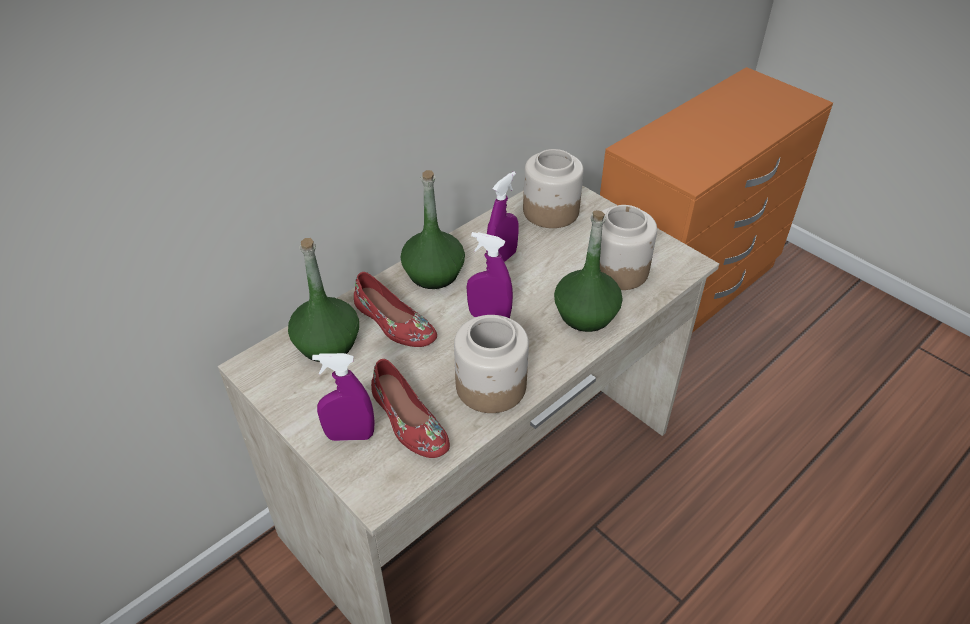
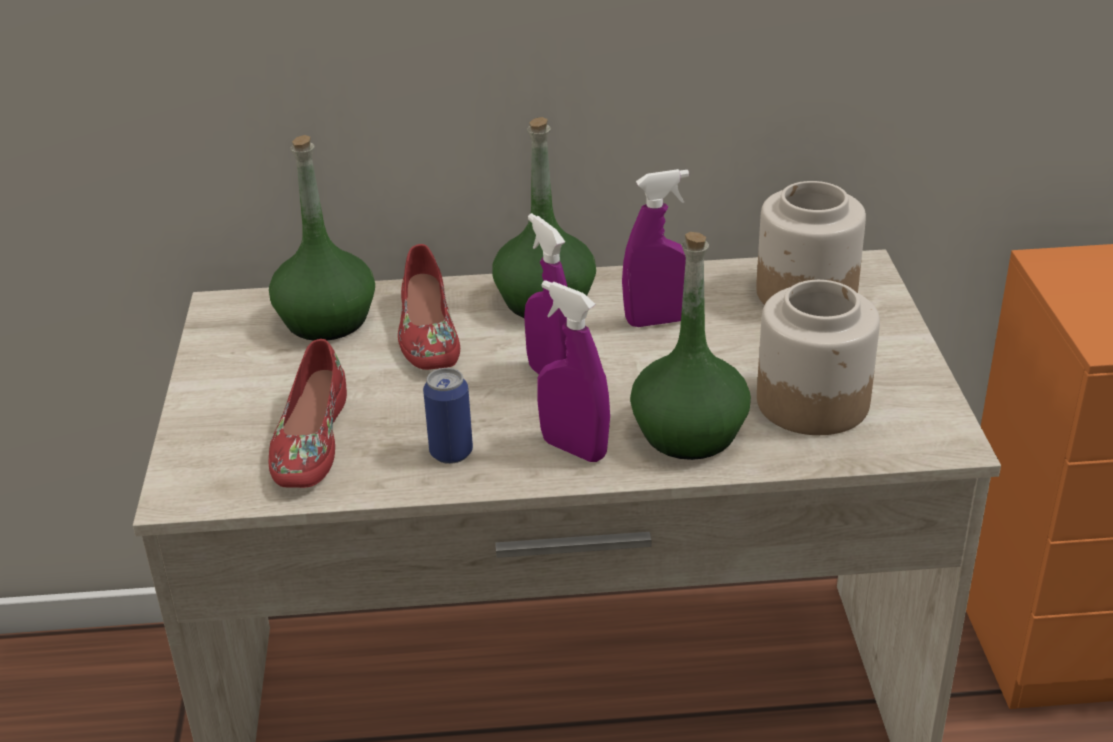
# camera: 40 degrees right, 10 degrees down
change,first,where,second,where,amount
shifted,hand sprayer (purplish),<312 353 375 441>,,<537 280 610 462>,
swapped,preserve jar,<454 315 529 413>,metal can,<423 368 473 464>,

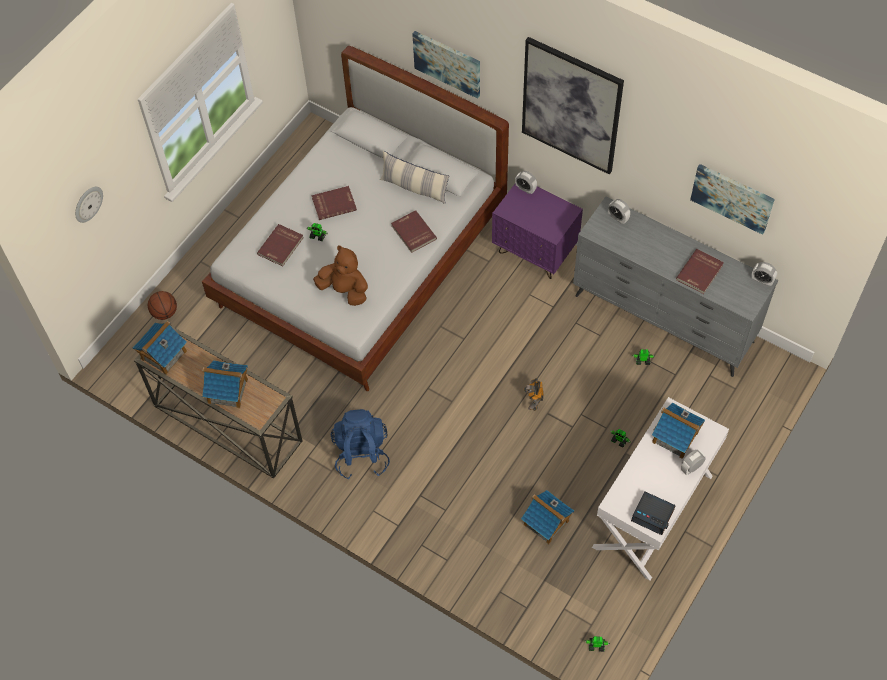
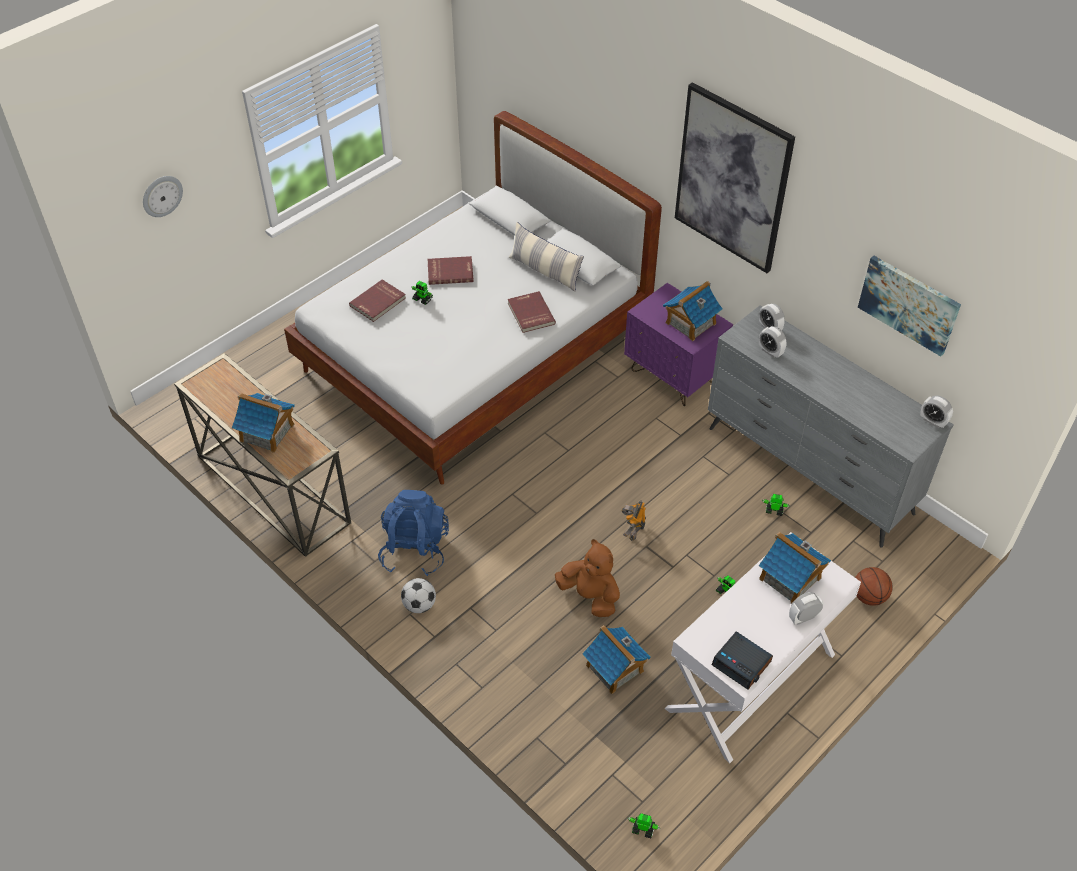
# camera: 10 degrees right, 10 degrees down
change,first,where,second,where,amount
shifted,miniature house,<132 321 187 375>,,<663 281 722 341>,
shifted,ball for basketball,<148 291 177 320>,,<855 567 893 606>,
shifted,soft toy (brown),<313 246 368 306>,,<555 539 620 617>,
gone,picture,<412 31 480 99>,,,
shifted,table clock,<515 171 537 194>,,<759 326 787 358>,
gone,bound book (reddish),<676 249 724 294>,,,
new,,,football,<401 578 436 613>,

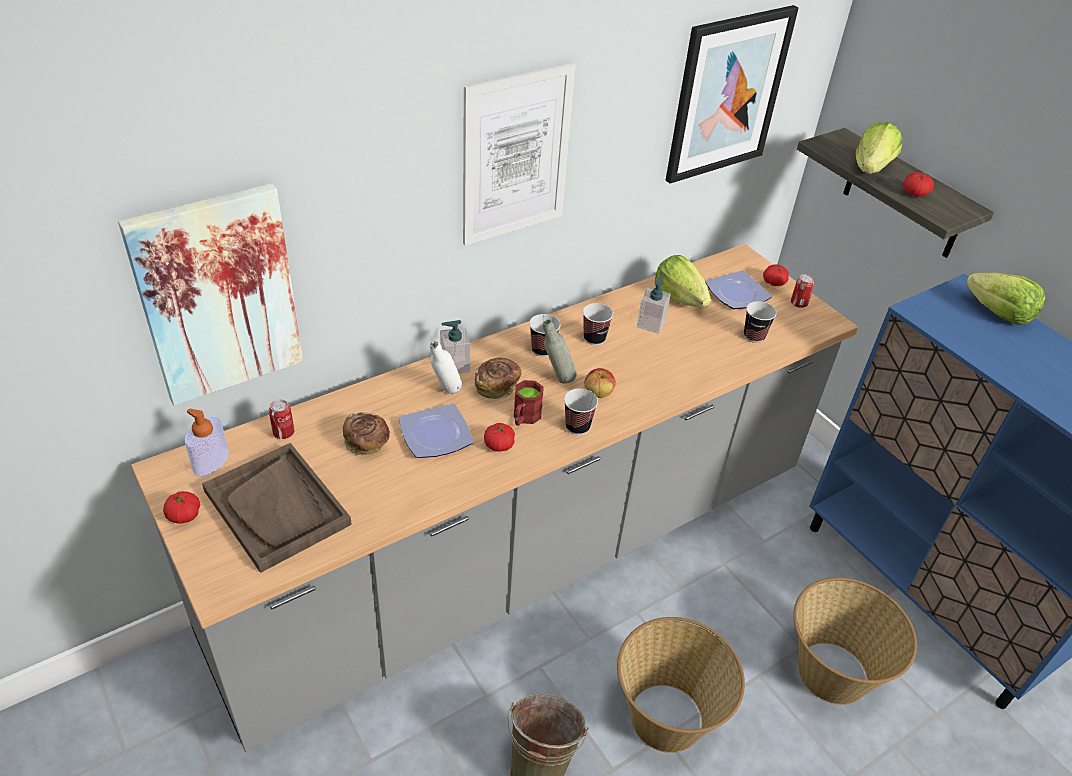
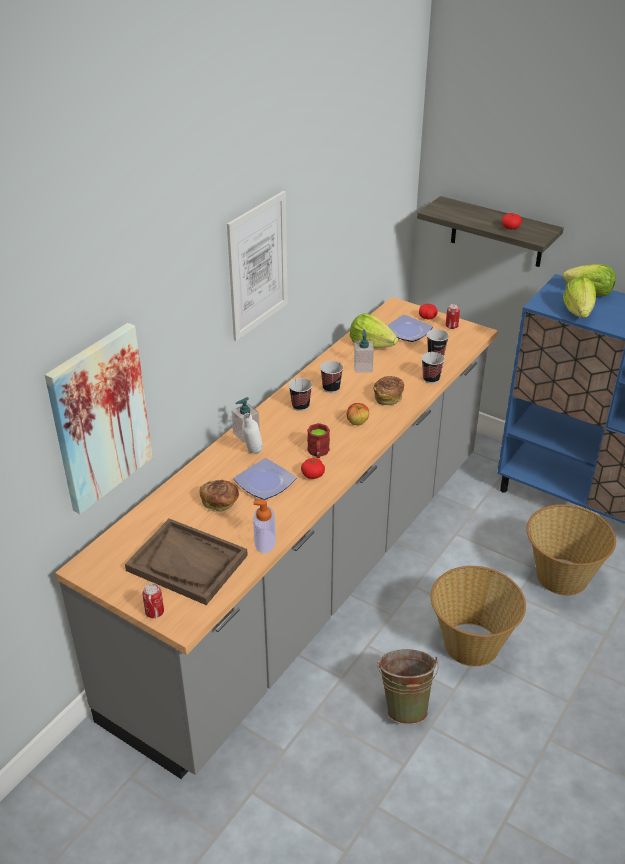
# camera: 20 degrees left, 5 degrees down
change,first,where,second,where,amount
gone,fresh tomato,<163 491 200 524>,,,
shifted,soap dispenser,<185 408 229 477>,,<253 500 276 554>,
shifted,metal can,<269 399 295 439>,,<142 583 164 618>,
shifted,baked bread,<475 358 522 399>,,<373 376 404 405>,
gone,bottle (grey),<543 320 577 384>,,,
shifted,drinking cup,<564 388 598 435>,,<422 352 445 384>,
gone,picture,<666 5 799 183>,,,
shifted,head of lettuce,<856 122 903 174>,,<563 276 596 318>,

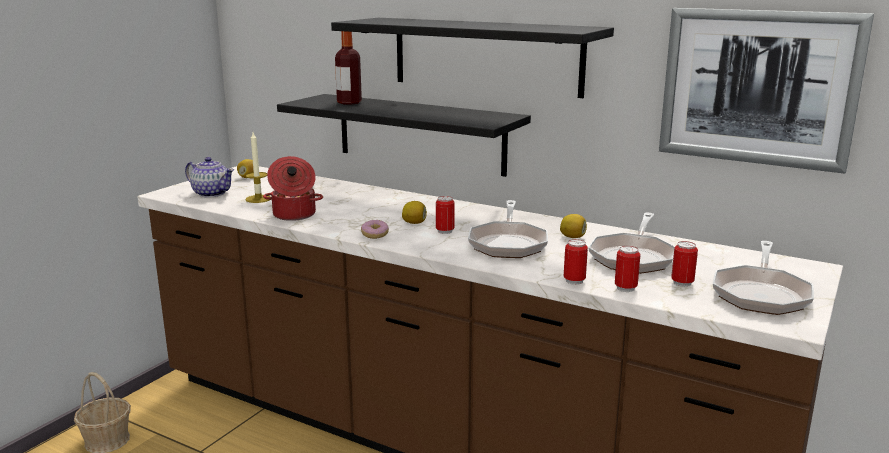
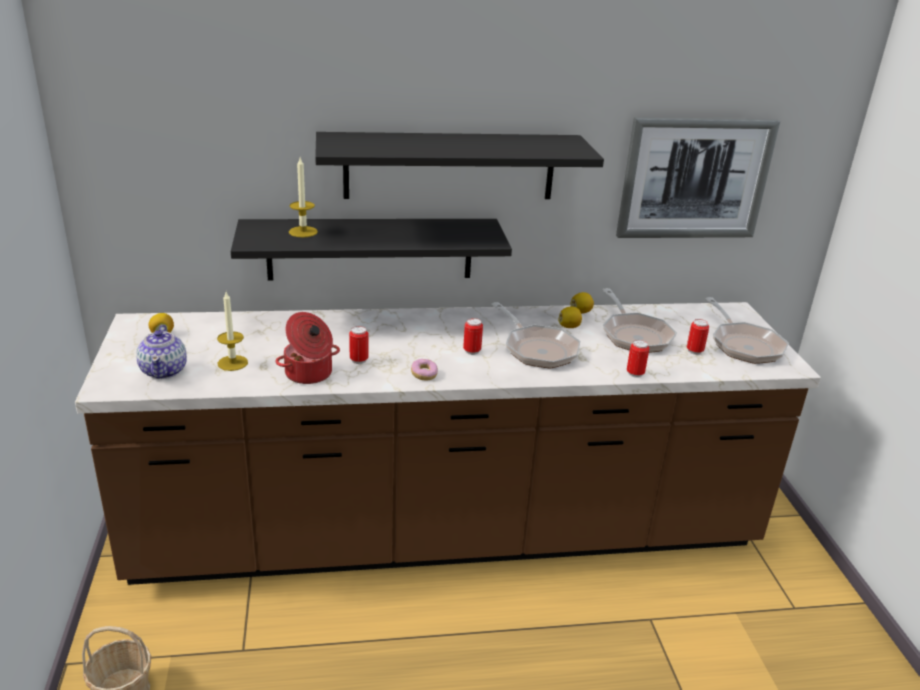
# camera: 40 degrees left, 10 degrees up
change,first,where,second,where,amount
rotated,tea pot,<185 157 234 197>,,<136 325 187 379>,90 degrees clockwise
swapped,bottle,<335 31 362 105>,candle,<289 158 318 237>,
shifted,lemon,<402 201 427 224>,,<571 292 594 314>,
shifted,metal can,<615 246 640 292>,,<349 326 369 364>,

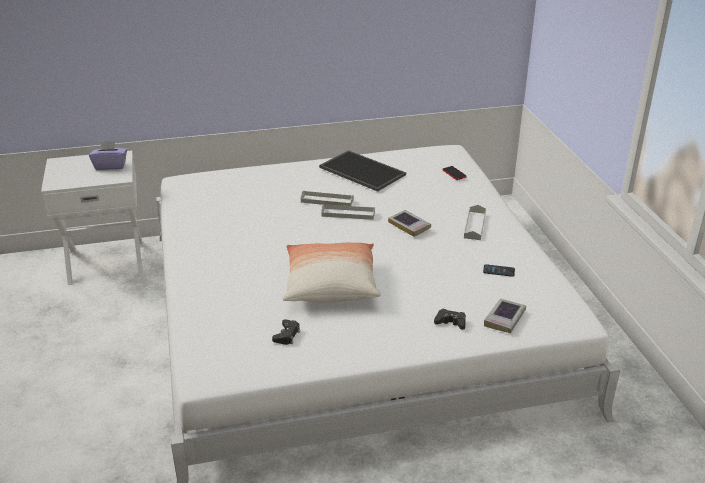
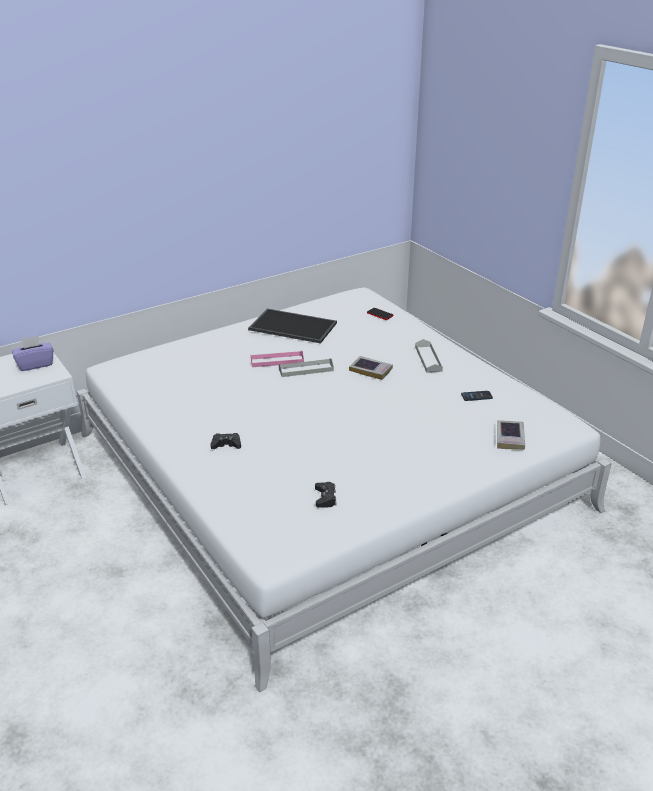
# camera: 20 degrees left, 0 degrees up
change,first,where,second,where,amount
gone,cushion,<283 243 381 302>,,,
repainted,serving tray (grey),<301 190 354 206>,serving tray (pinkish),<251 351 304 367>,
shifted,gamepad (black-coloured),<434 308 466 330>,,<210 433 241 449>,

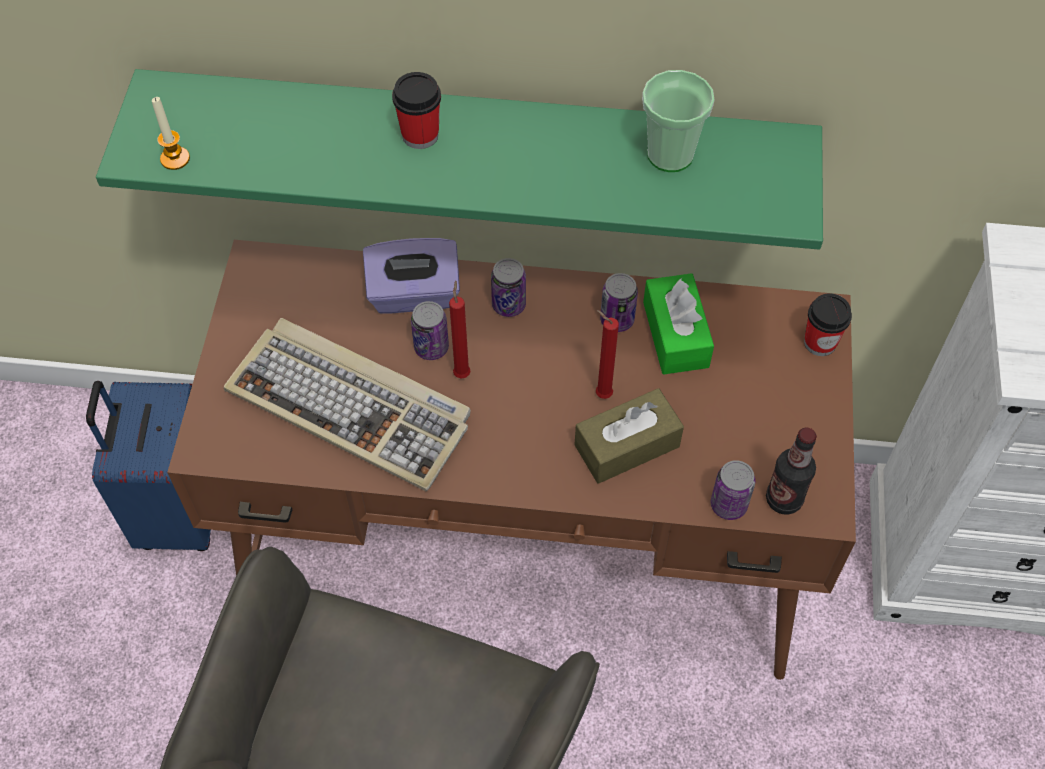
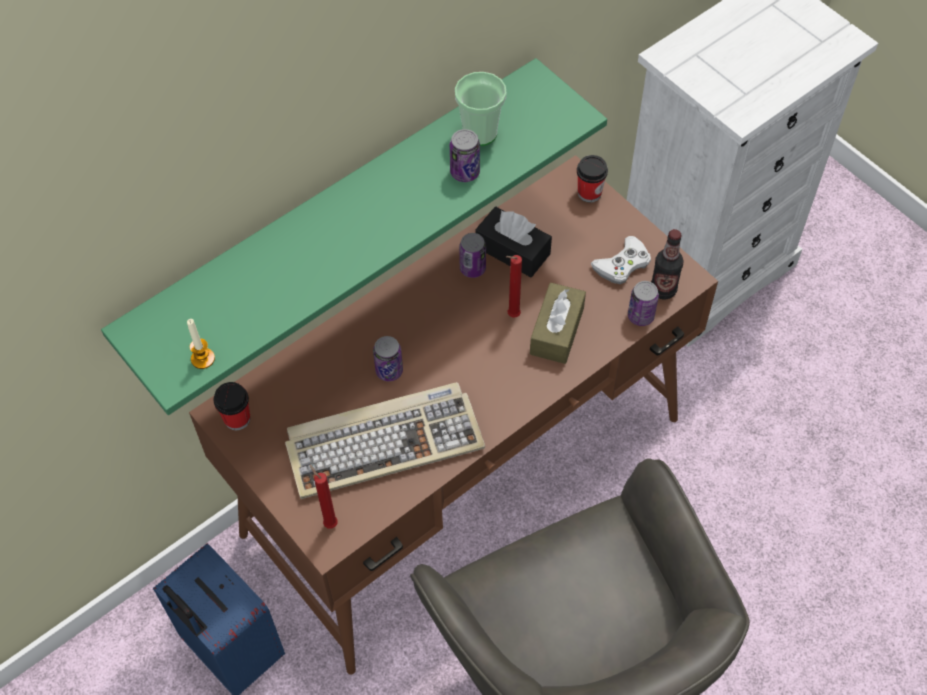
# camera: 45 degrees left, 0 degrees up
change,first,where,second,where,amount
gone,box of tissues (purplish),<363 238 460 313>,,,
shifted,drinking cup,<392 72 441 149>,,<213 382 250 430>,
shifted,candle (reddish),<449 281 471 378>,,<310 465 338 529>,
shifted,metal can,<491 258 526 317>,,<450 129 480 182>,
repainted,box of tissues (green-coloured),<643 273 714 375>,box of tissues (black-coloured),<475 207 552 277>,
new,,,gamepad (whitish),<591 236 651 284>,

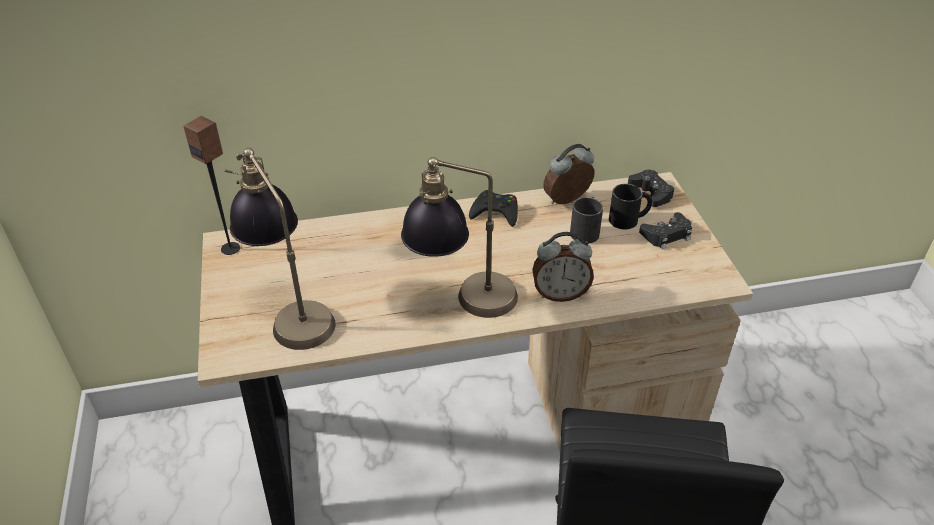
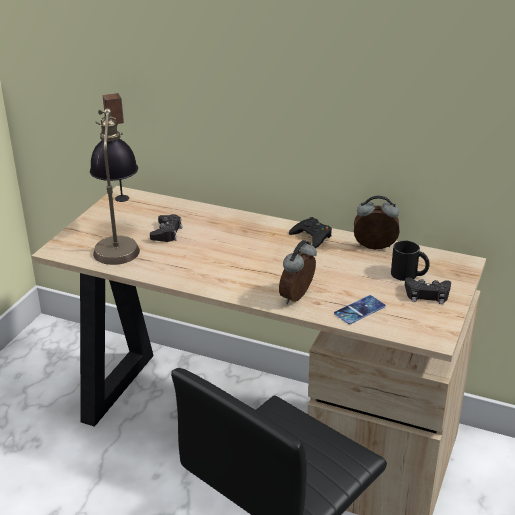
# camera: 35 degrees right, 10 degrees down
change,first,where,second,where,amount
gone,lamp for a table,<401 157 518 318>,,,
rotated,table clock,<532 232 594 302>,,<279 240 317 304>,90 degrees clockwise
gone,tea mug (black-coloured),<570 197 603 244>,,,
shifted,gamepad (black-coloured),<628 170 674 207>,,<150 214 182 242>,
new,,,handset,<334 295 386 324>,

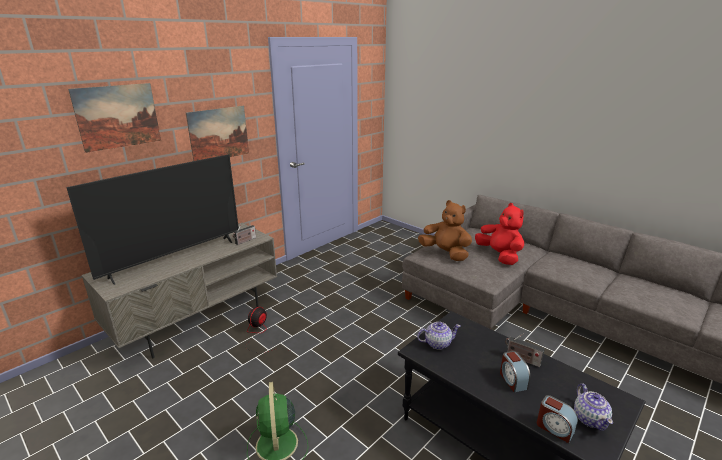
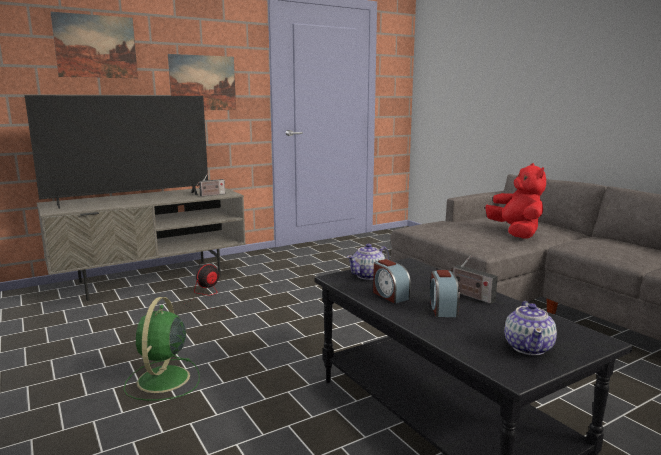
# camera: 15 degrees right, 10 degrees down
change,first,where,second,where,amount
rotated,tea pot,<417 322 460 350>,,<347 243 389 280>,135 degrees clockwise
gone,soft toy (brown),<418 200 472 261>,,,
shifted,table clock,<537 395 578 443>,,<373 259 411 304>,

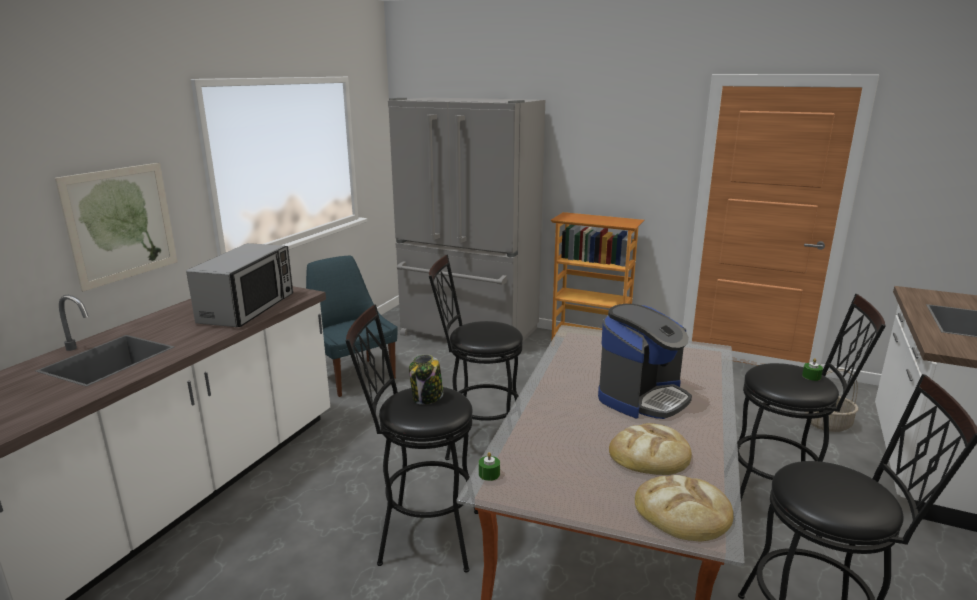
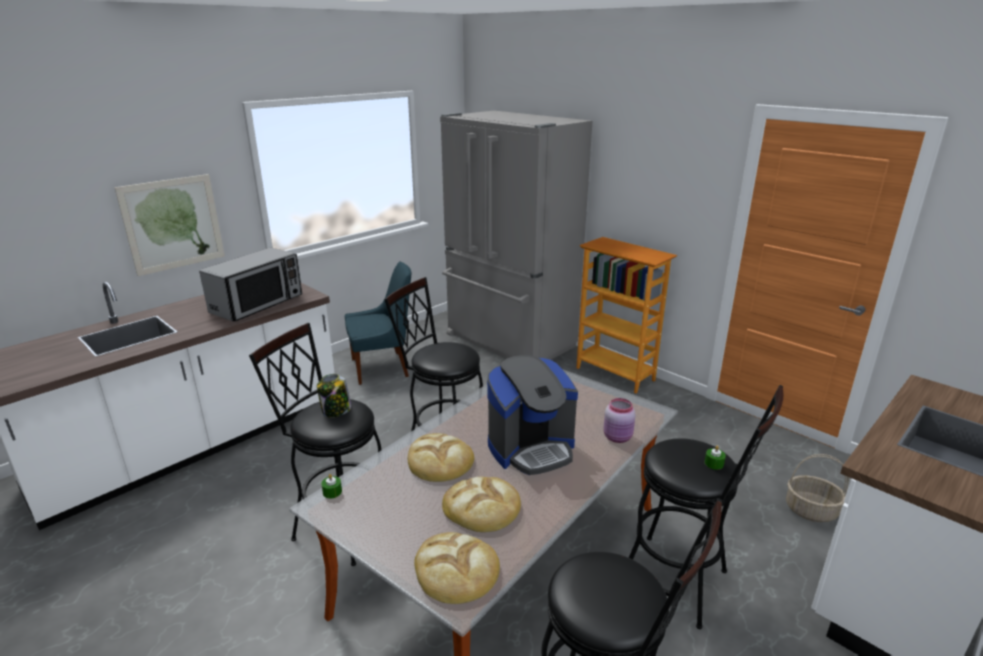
# camera: 20 degrees right, 5 degrees up
change,first,where,second,where,amount
rotated,chair (blue),<306 256 398 397>,,<345 261 411 385>,90 degrees clockwise
new,,,baked bread,<408 433 474 482>,
new,,,preserve jar (pinkish),<603 398 635 443>,

